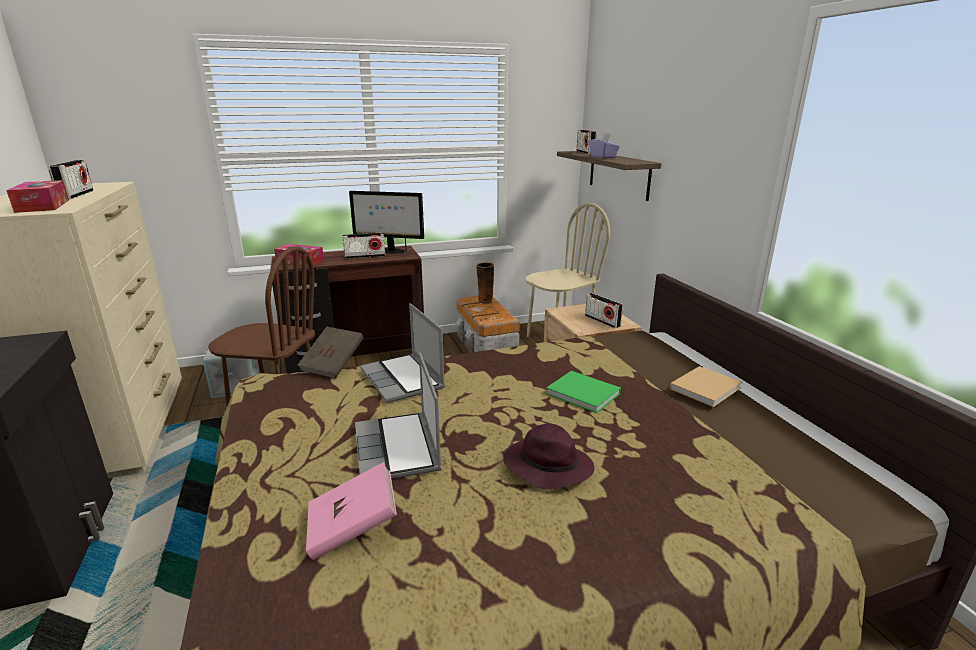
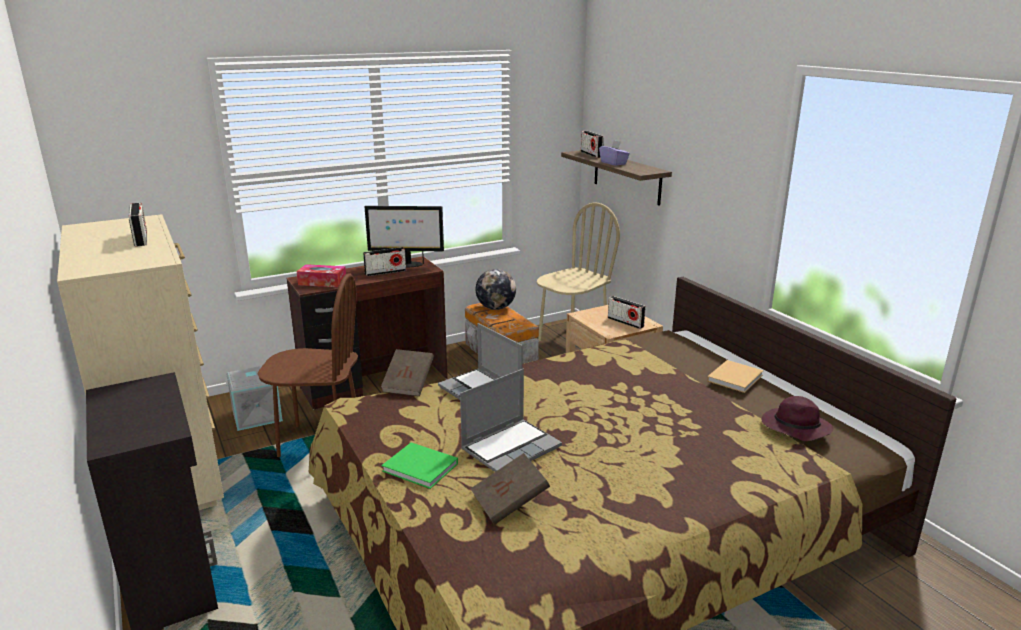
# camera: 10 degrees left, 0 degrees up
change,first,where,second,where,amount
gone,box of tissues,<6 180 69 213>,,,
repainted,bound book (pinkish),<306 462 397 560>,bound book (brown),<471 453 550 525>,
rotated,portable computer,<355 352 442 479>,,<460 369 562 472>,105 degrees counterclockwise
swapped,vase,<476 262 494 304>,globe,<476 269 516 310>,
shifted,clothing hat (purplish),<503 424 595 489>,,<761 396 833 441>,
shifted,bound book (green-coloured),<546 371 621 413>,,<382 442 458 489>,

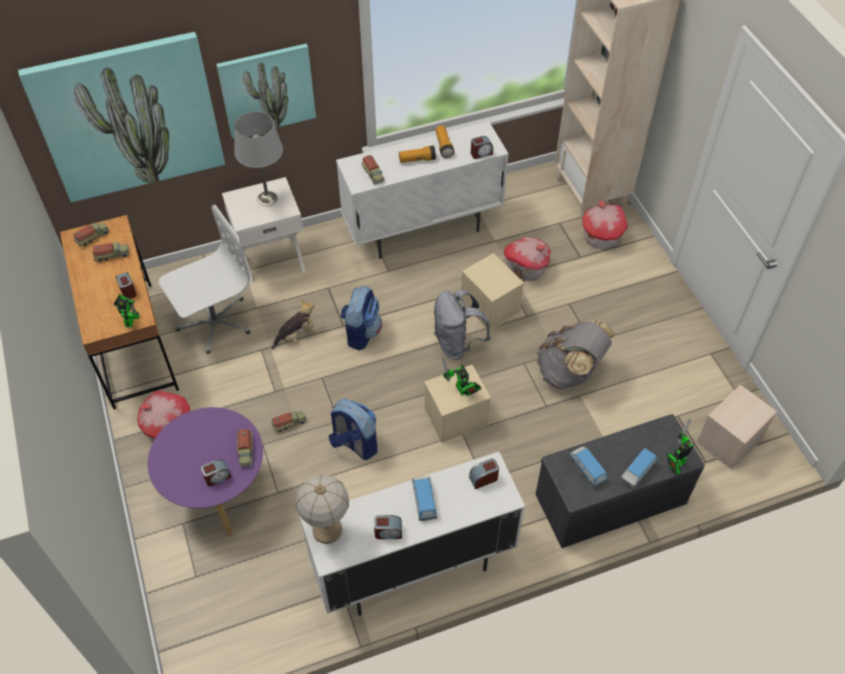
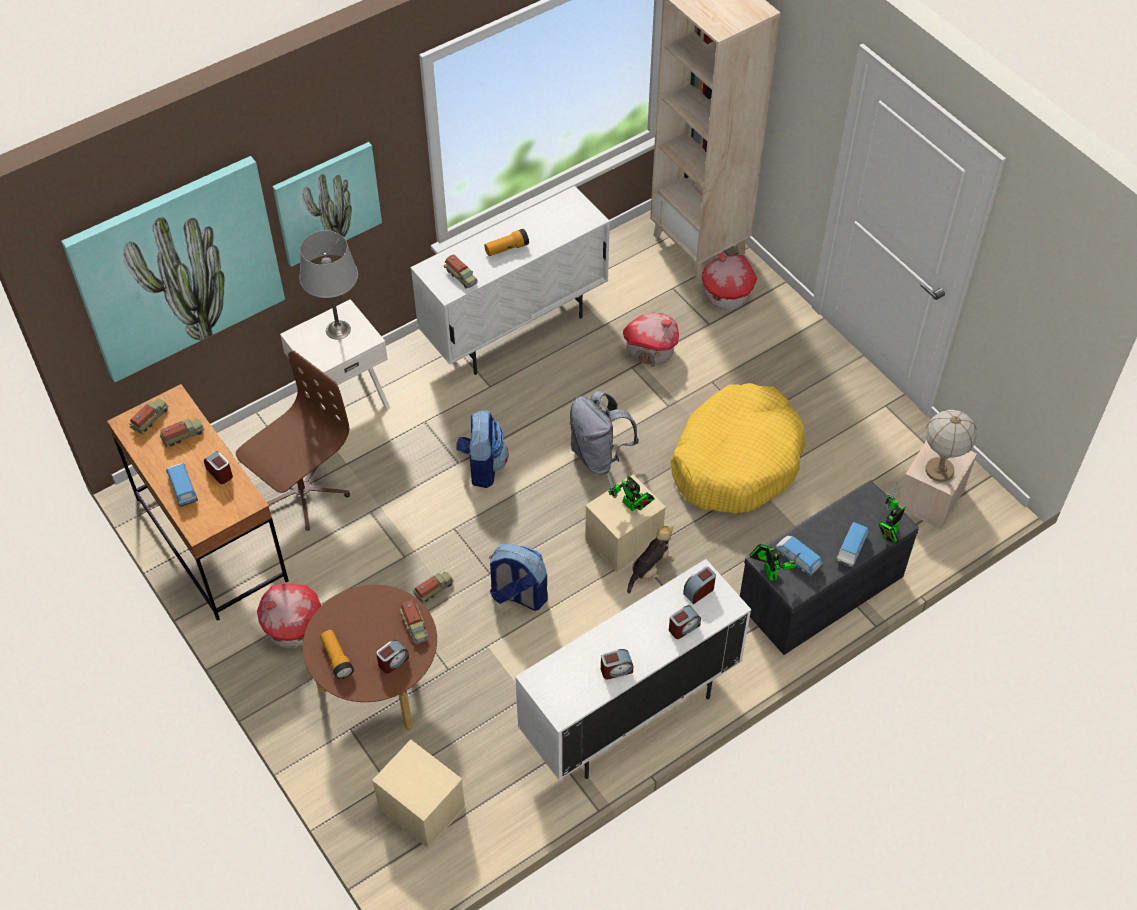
# camera: 15 degrees left, 0 degrees up
change,first,where,second,where,amount
shifted,model robot,<114 294 140 327>,,<749 544 801 581>,
repainted,low table (purplish),<148 407 263 536>,low table (brown),<303 585 437 731>,
repainted,office chair (whitish),<159 205 250 354>,office chair (brown),<236 350 350 531>,
shifted,soft toy,<272 299 316 350>,,<627 524 675 594>,
shifted,lamp for a table,<296 475 349 544>,,<925 410 977 482>,
shifted,model car,<412 476 437 521>,,<166 463 198 507>,
shifted,torch,<436 126 454 158>,,<320 630 354 679>,
shifted,storage box (sand-coloured),<460 253 524 331>,,<372 740 466 849>,
shifted,table clock,<471 136 493 159>,,<669 605 701 639>,
swapped,backpack (grey),<537 320 615 390>,pet bed (yellowish),<670 383 805 513>,

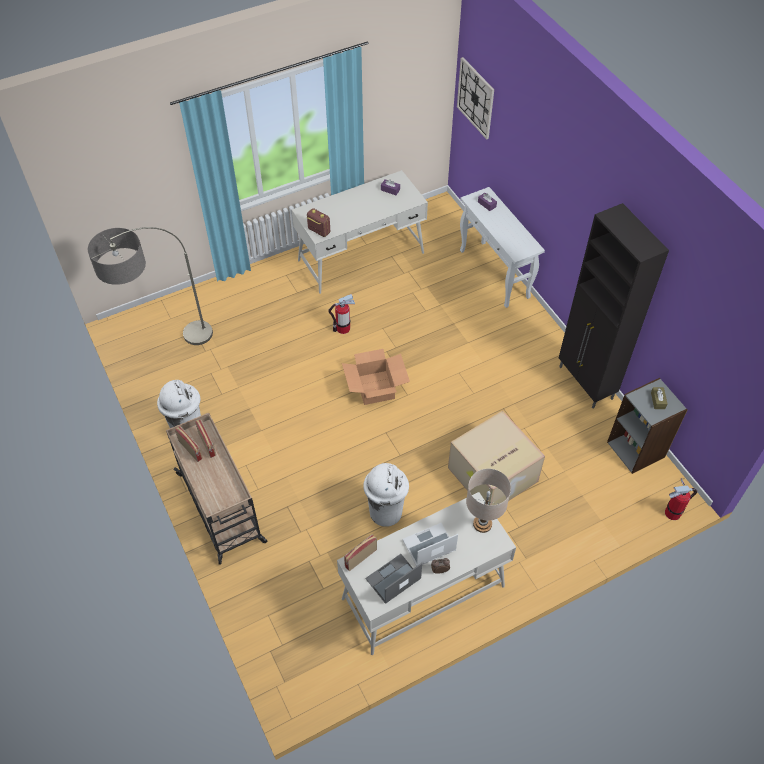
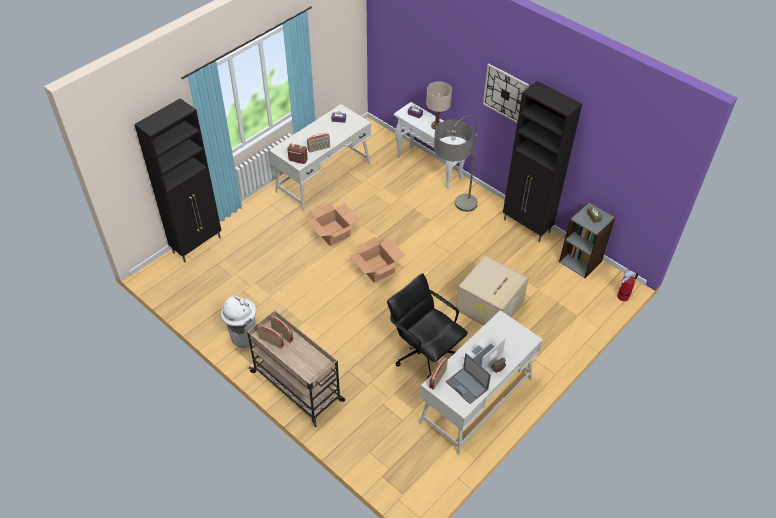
# camera: 20 degrees left, 5 degrees down
change,first,where,second,where,amount
shifted,standard lamp,<88 227 213 345>,,<434 115 478 212>,
swapped,extinguisher,<329 294 355 334>,packing box,<306 203 360 246>,
swapped,rubbish bin (whitish),<363 463 409 527>,office chair (black-coloured),<387 273 468 379>,
rotated,portable computer,<365 554 422 604>,,<446 353 491 404>,75 degrees counterclockwise
shifted,clock on the wall,<457 57 494 140>,,<483 64 529 123>,
shifted,lamp for a table (sand-coloured),<466 469 511 533>,,<426 81 452 129>,
new,,,storage cabinet (black-coloured),<134 98 222 262>,
new,,,radio receiver,<307 133 330 152>,

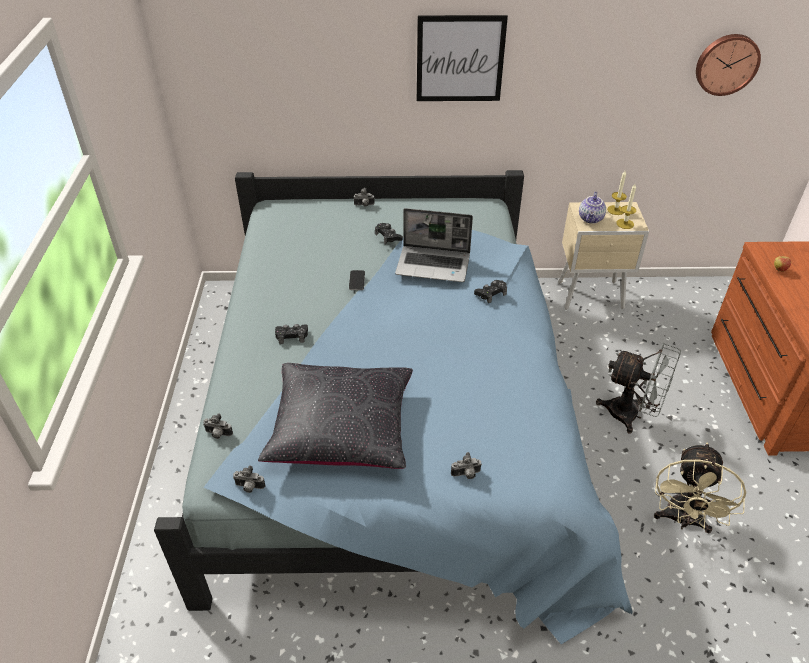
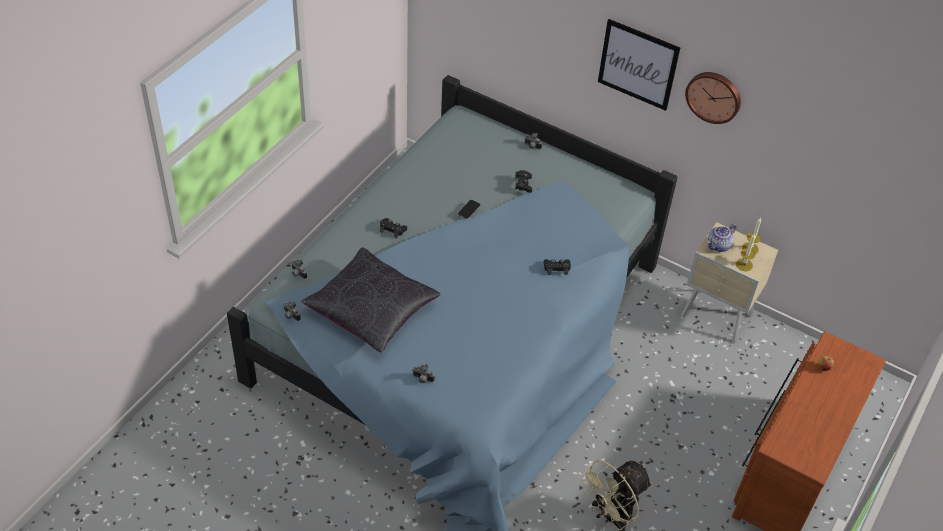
# camera: 30 degrees right, 5 degrees up
change,first,where,second,where,amount
gone,portable computer,<395 208 473 282>,,,
gone,cooling fan (grey),<596 343 681 434>,,,
shifted,clock on the wall,<696 34 761 96>,,<685 72 741 124>,

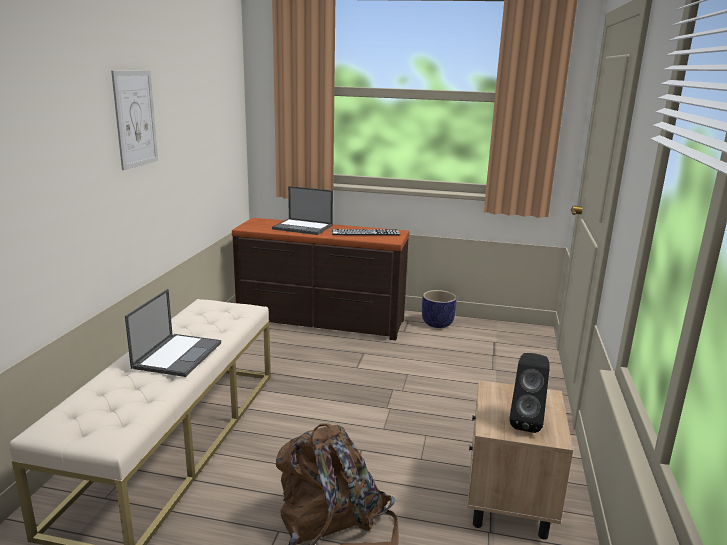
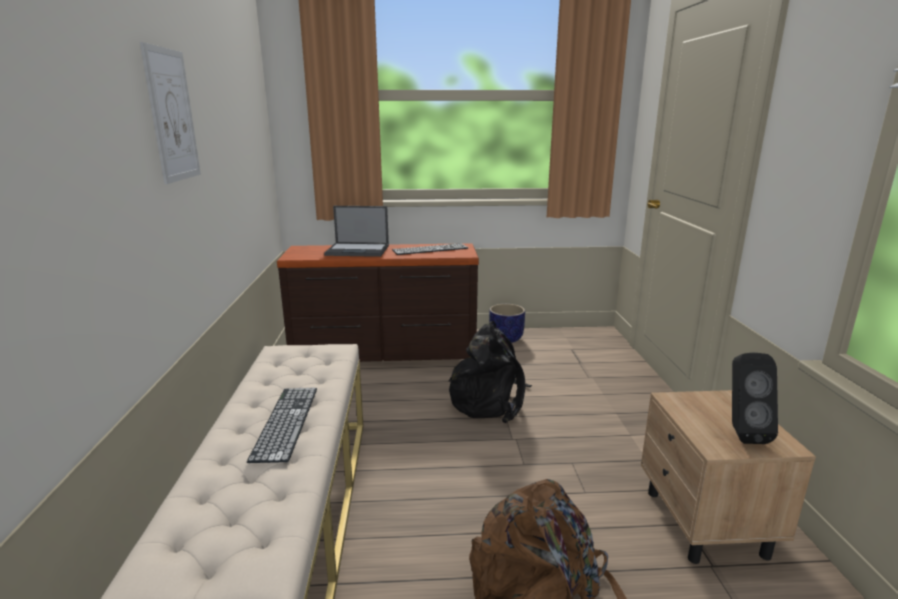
# camera: 15 degrees left, 0 degrees up
change,first,where,second,where,amount
swapped,portable computer,<125 289 221 377>,PC keyboard,<247 388 317 463>,
new,,,backpack (black-coloured),<449 321 532 423>,

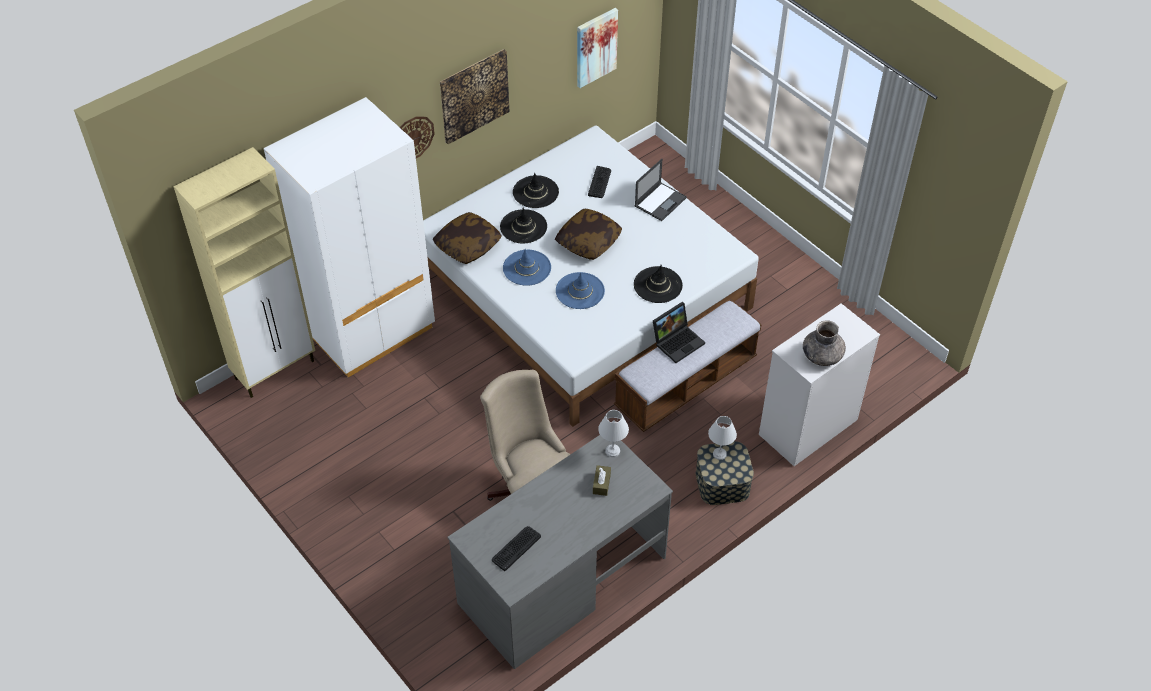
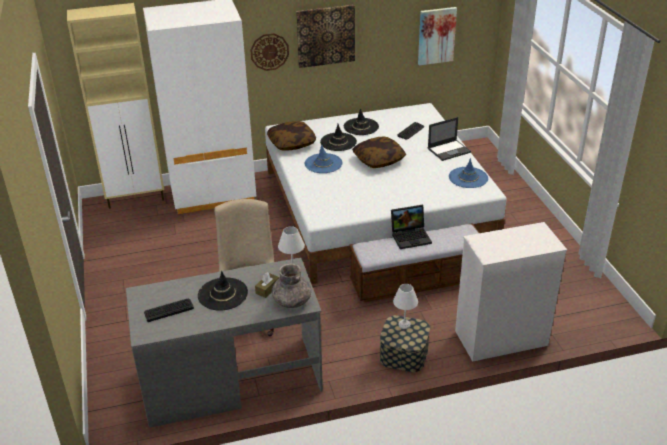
# camera: 25 degrees right, 15 degrees down
change,first,where,second,where,amount
shifted,clothing hat (blue),<556 272 605 309>,,<449 158 488 188>,
shifted,clothing hat (black-coloured),<634 265 683 303>,,<198 271 248 311>,
shifted,vase (grey),<803 320 846 366>,,<272 263 311 308>,

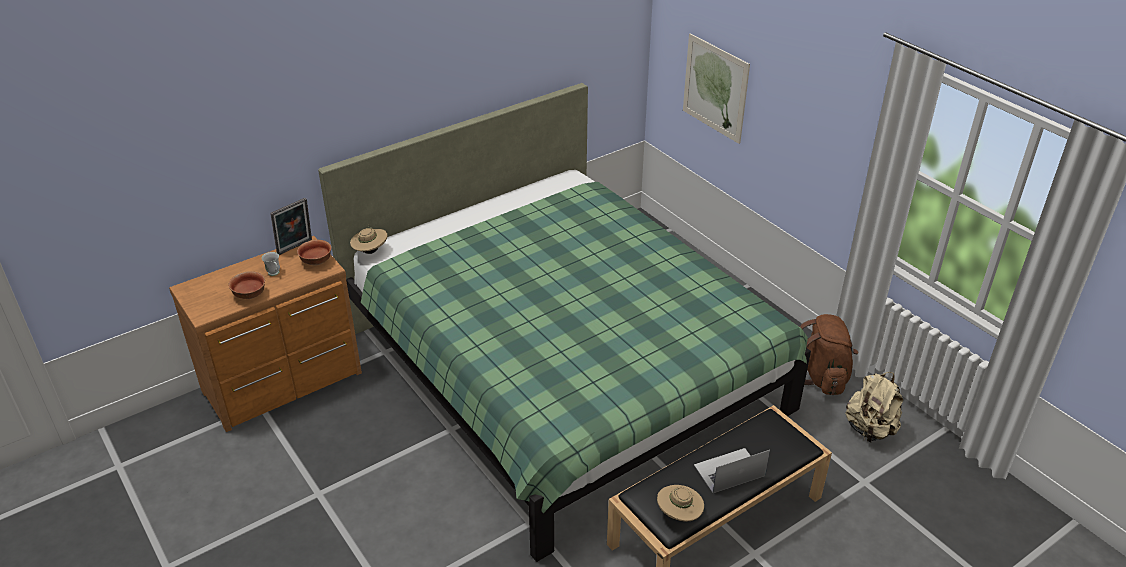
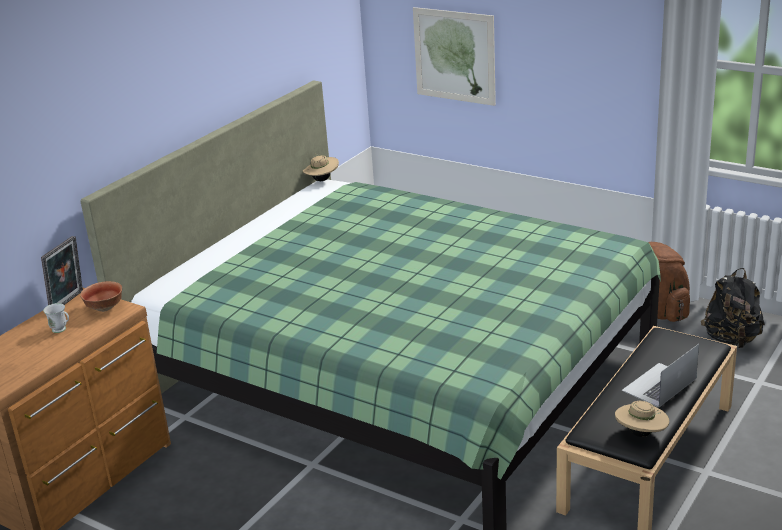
# camera: 20 degrees left, 10 degrees down
change,first,where,second,where,amount
gone,bowl,<228 271 265 299>,,,
shifted,clothing hat (sand-coloured),<350 224 387 254>,,<302 154 339 181>,
repainted,backpack (sand-coloured),<845 372 903 442>,backpack (black-coloured),<701 268 765 348>,

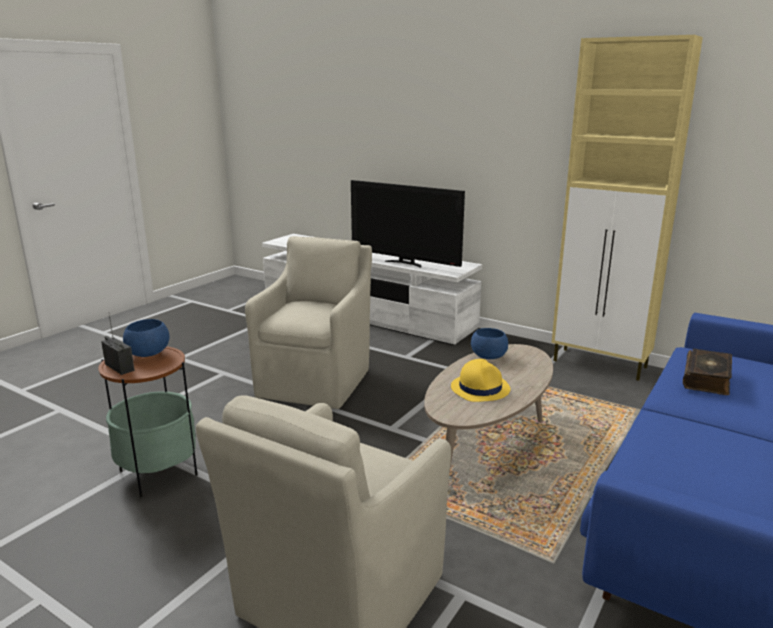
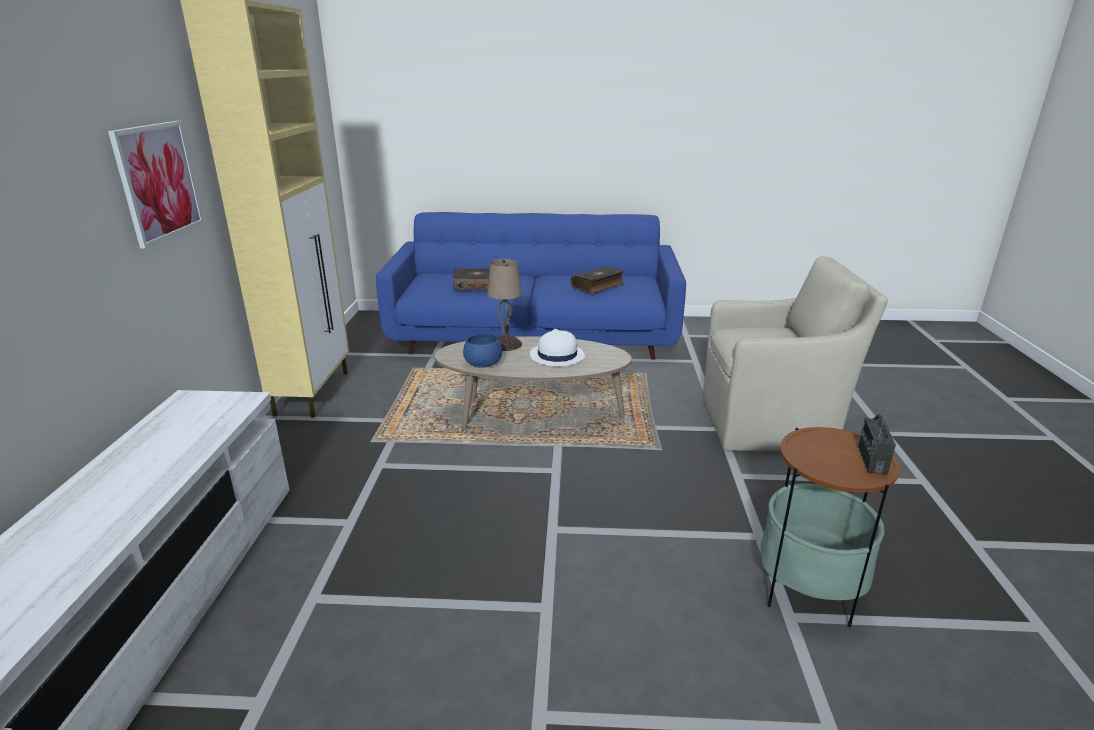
# camera: 120 degrees left, 5 degrees up
change,first,where,second,where,amount
gone,bowl (blue),<123 319 169 357>,,,
gone,easy chair (sand-coloured),<245 236 372 409>,,,
gone,TV set,<351 180 465 268>,,,
repainted,clothing hat (yellowish),<451 359 510 402>,clothing hat (whitish),<530 329 585 366>,
new,,,picture,<108 121 204 249>,
new,,,lamp for a table (sand-coloured),<487 259 522 351>,
new,,,bound book,<571 266 624 293>,

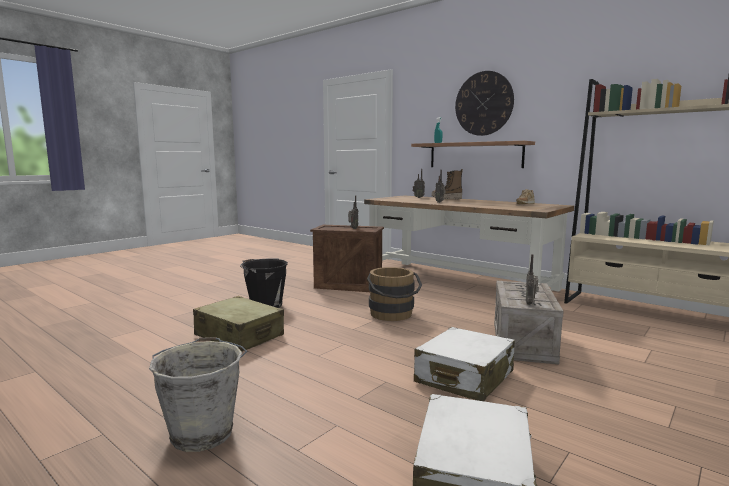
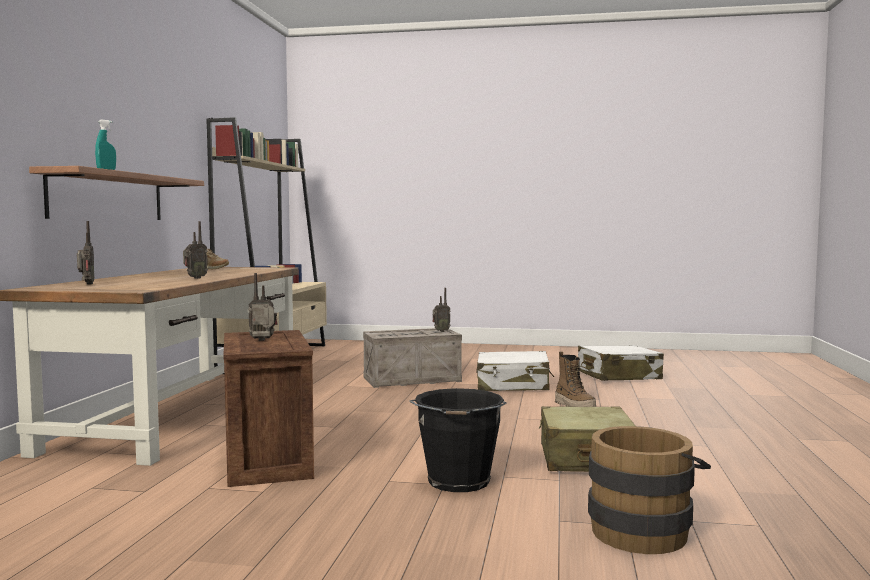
# camera: 120 degrees left, 5 degrees down
change,first,where,second,where,amount
gone,pail (grey),<149 337 247 452>,,,
shifted,pail (brown),<367 267 422 321>,,<588 426 711 554>,
shifted,high-top boot,<432 169 463 199>,,<555 351 596 407>,
gone,clock on the wall,<455 71 514 136>,,,

